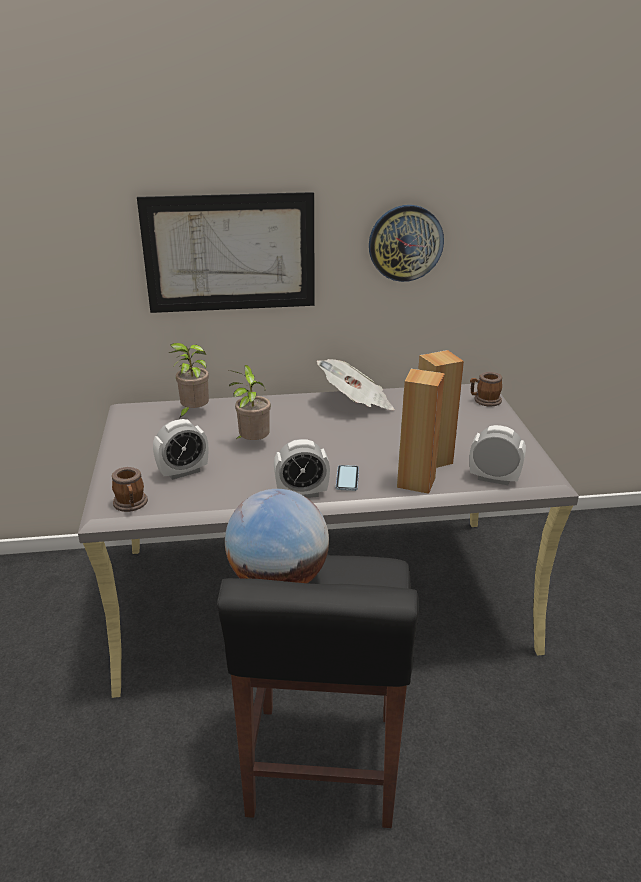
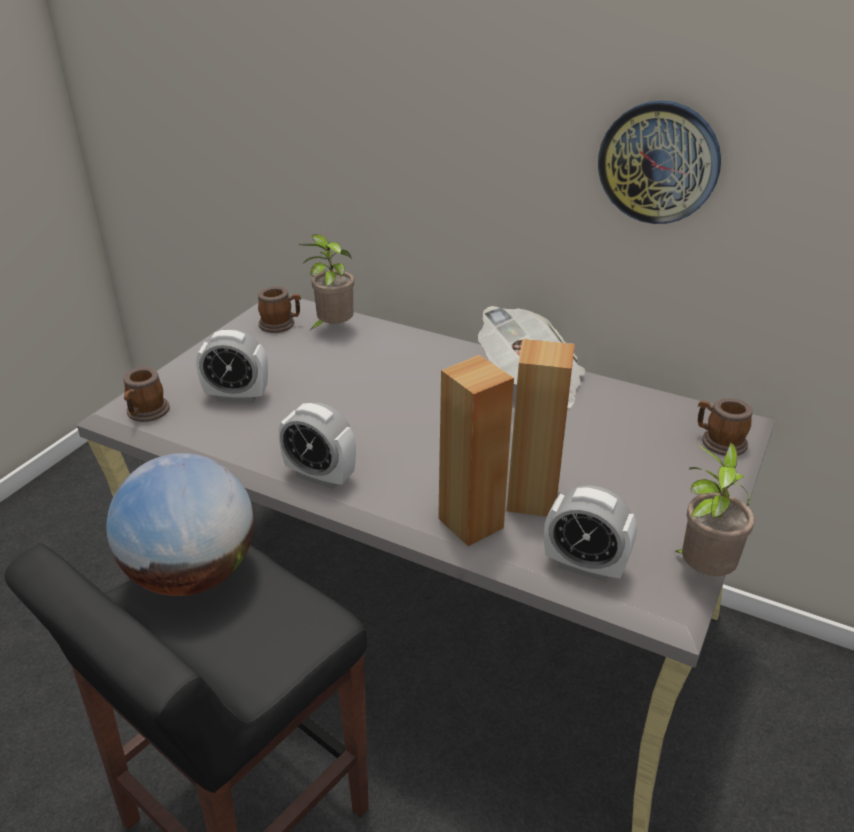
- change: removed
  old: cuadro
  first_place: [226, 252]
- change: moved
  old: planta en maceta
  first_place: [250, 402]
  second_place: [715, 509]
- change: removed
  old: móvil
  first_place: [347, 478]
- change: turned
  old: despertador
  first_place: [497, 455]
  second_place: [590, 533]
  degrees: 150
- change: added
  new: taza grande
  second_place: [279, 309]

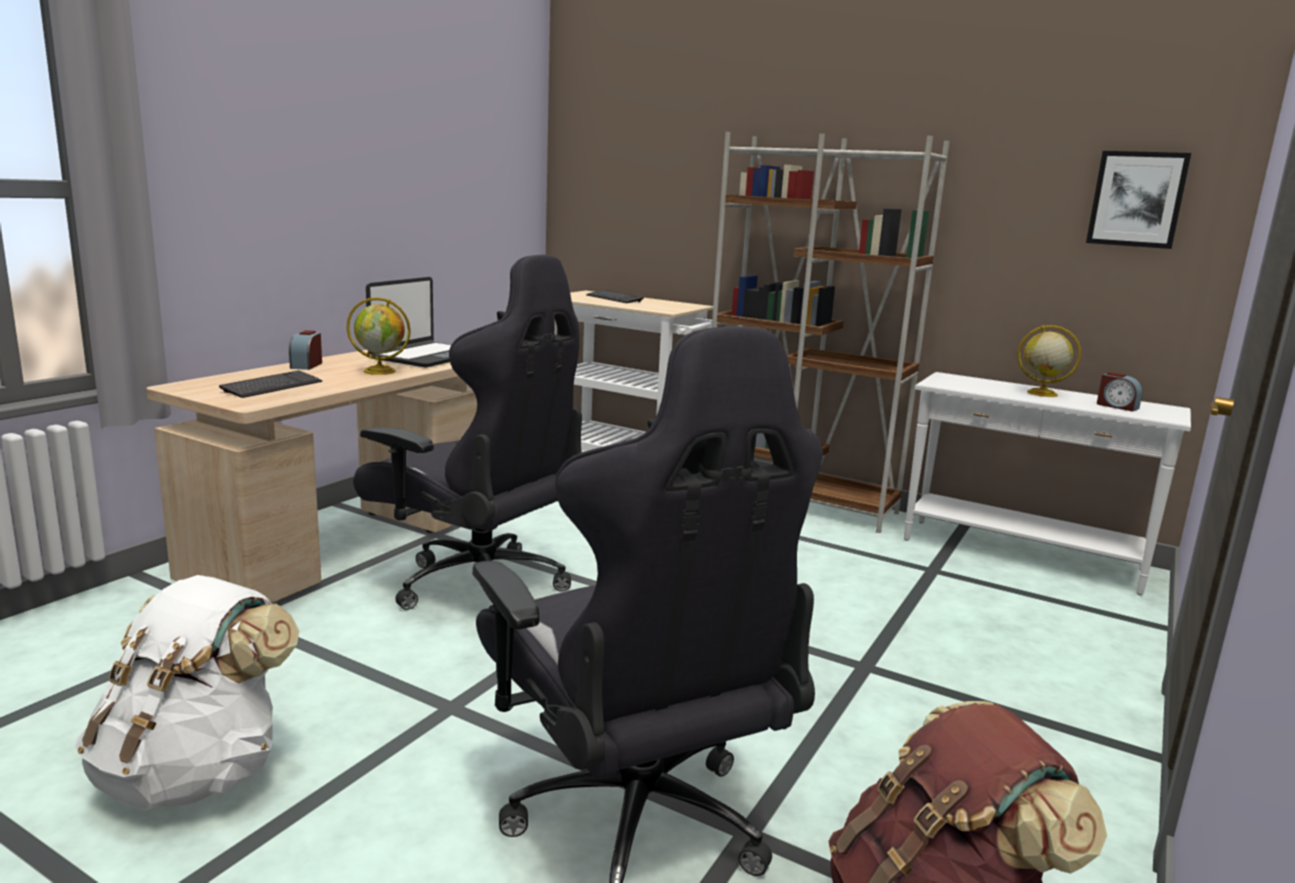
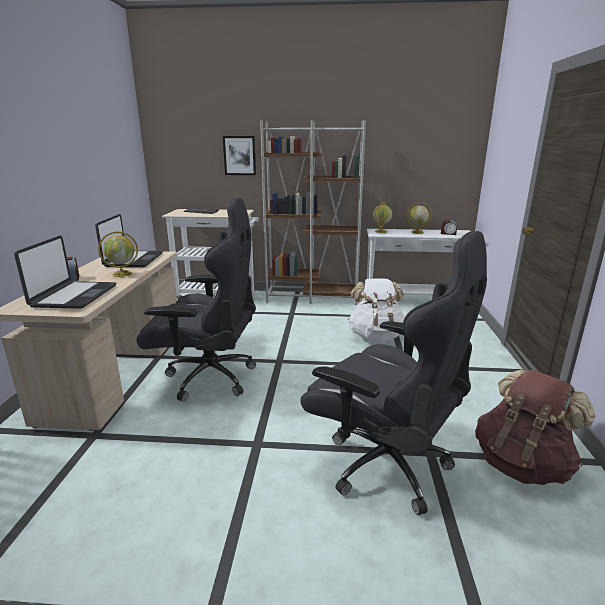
- change: moved
  old: mochila/blanco
  first_place: [187, 693]
  second_place: [376, 310]
- change: replaced
  old: teclado
  new: portátil
  first_place: [270, 384]
  second_place: [65, 272]
- change: moved
  old: cuadro
  first_place: [1138, 200]
  second_place: [239, 155]
- change: added
  new: globo terráqueo
  second_place: [382, 217]

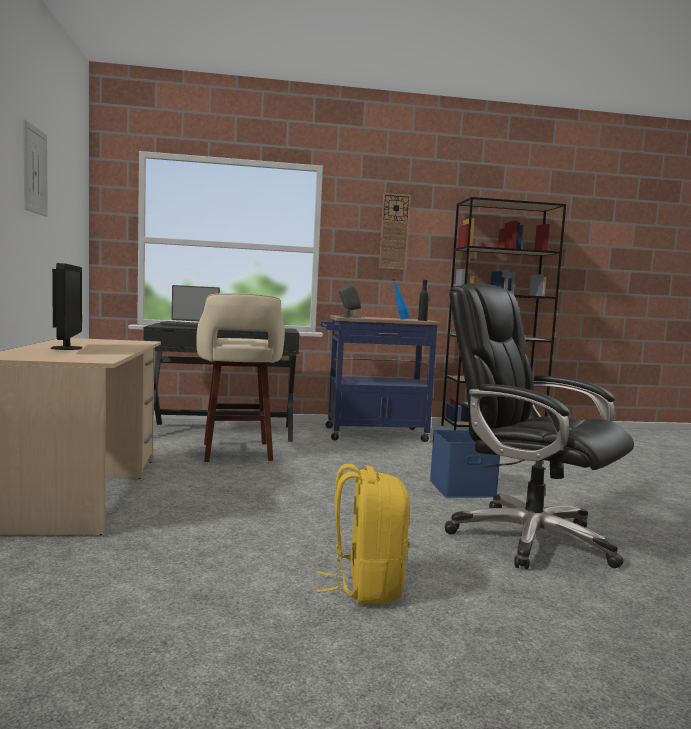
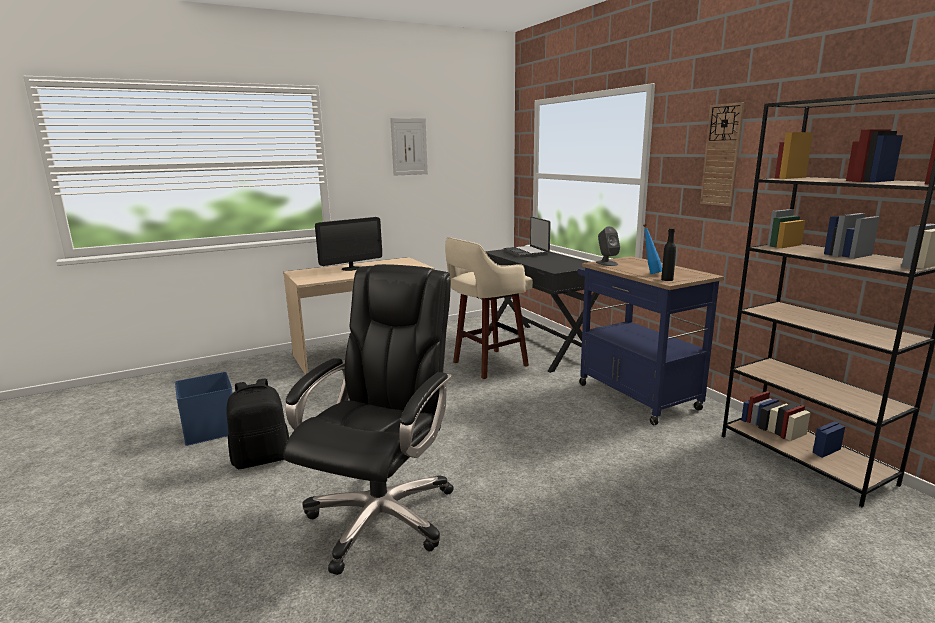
- change: recoloured
  old: mochila/amarillo
  new: mochila/negro
  first_place: [363, 534]
  second_place: [258, 424]
- change: moved
  old: caja de almacenaje/azul
  first_place: [465, 463]
  second_place: [204, 409]

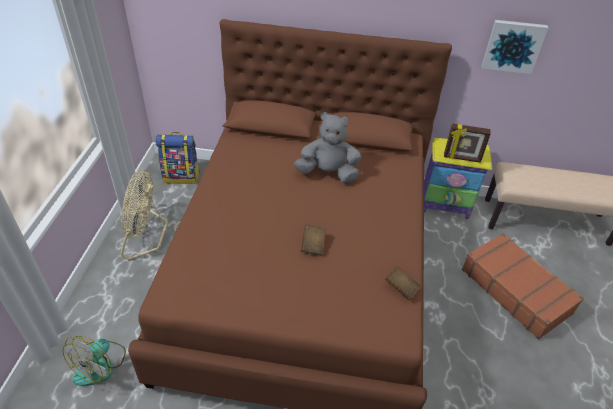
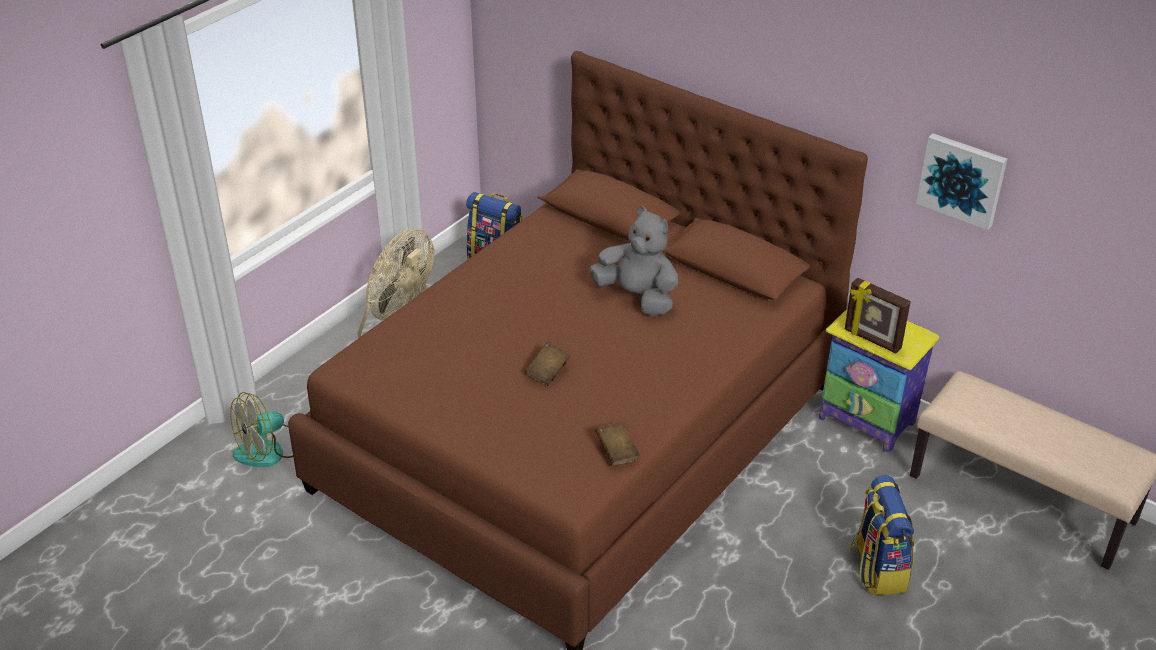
- change: replaced
  old: maleta/marrón
  new: mochila
  first_place: [523, 286]
  second_place: [881, 535]

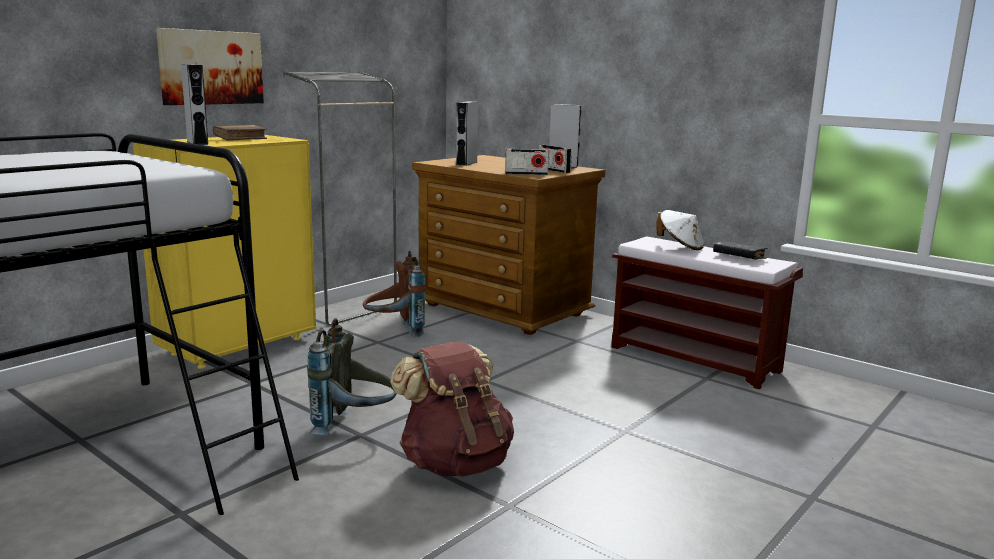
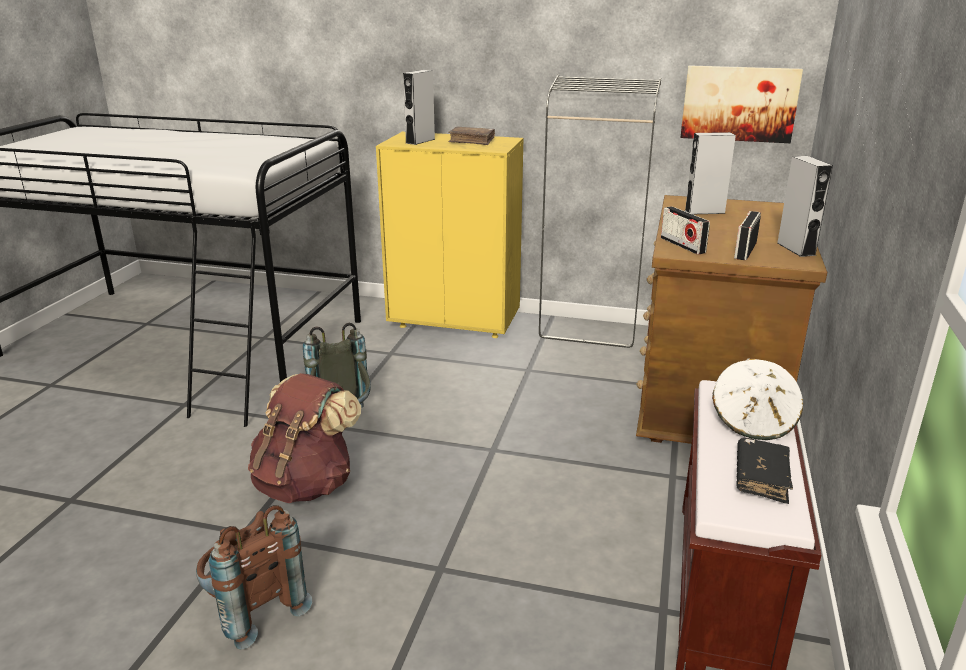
- change: moved
  old: cuadro
  first_place: [210, 66]
  second_place: [741, 104]
- change: moved
  old: mochila/marrón
  first_place: [394, 294]
  second_place: [254, 577]

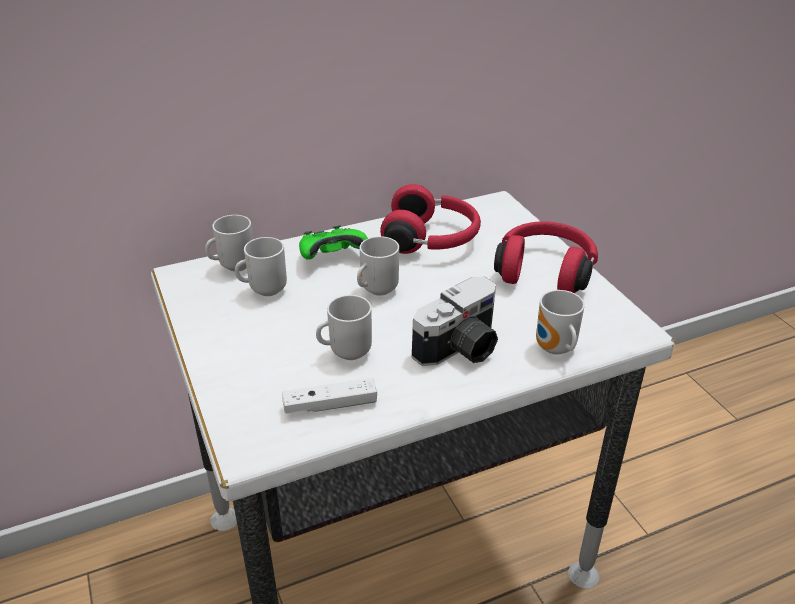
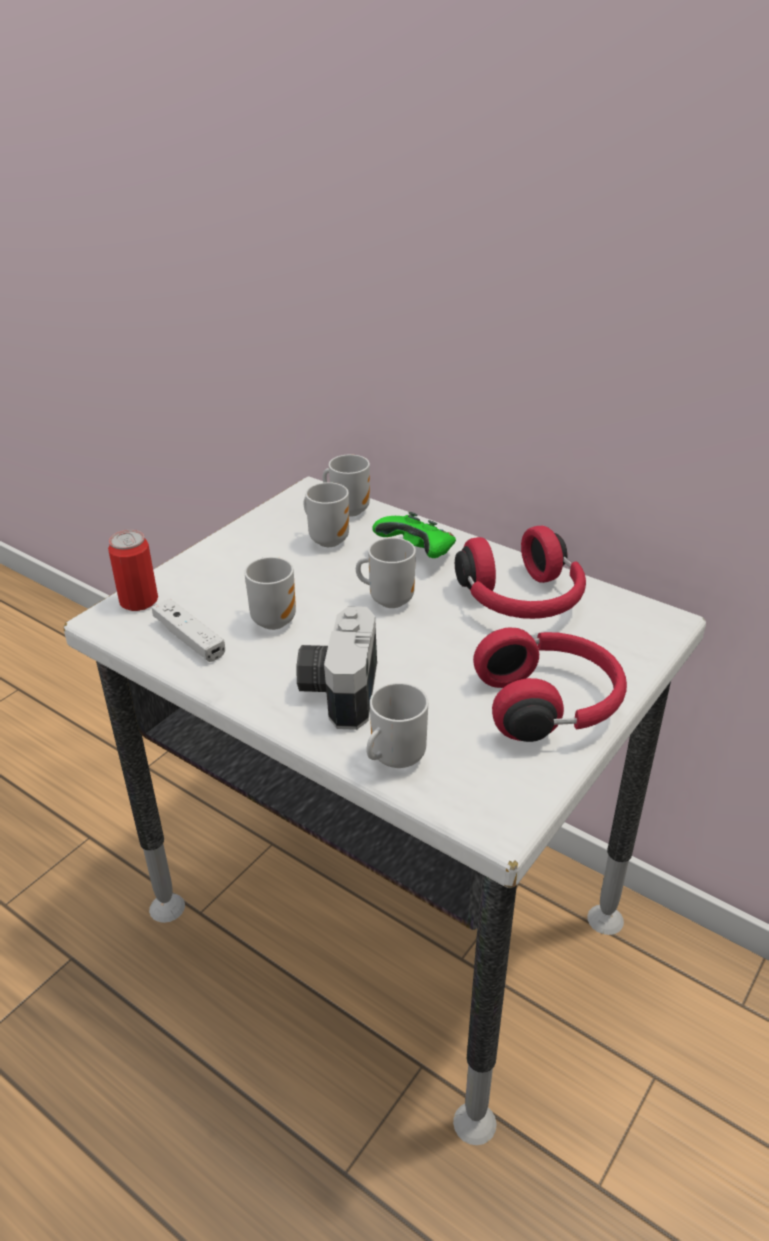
- change: turned
  old: cámara
  first_place: [455, 321]
  second_place: [336, 668]
  degrees: 75
- change: added
  new: lata
  second_place: [133, 570]

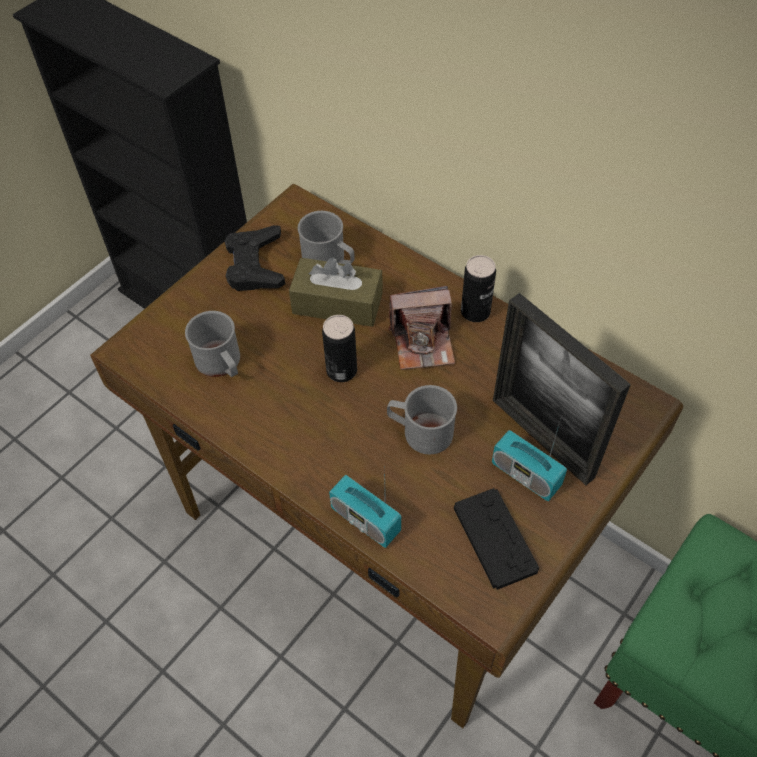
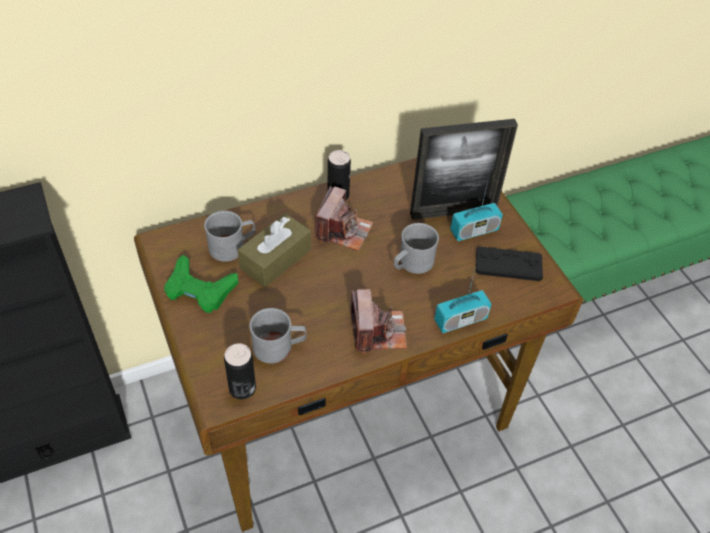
- change: recoloured
  old: mando de consola/negro
  new: mando de consola/verde
  first_place: [255, 258]
  second_place: [201, 284]
- change: moved
  old: lata
  first_place: [339, 348]
  second_place: [240, 371]
- change: added
  new: cámara
  second_place: [379, 321]

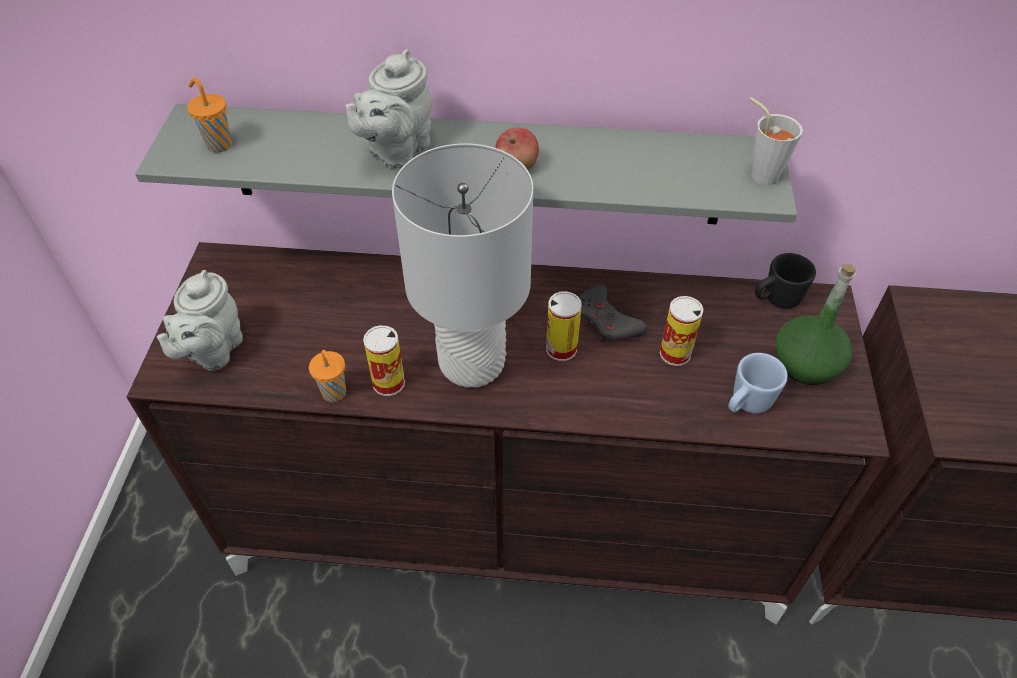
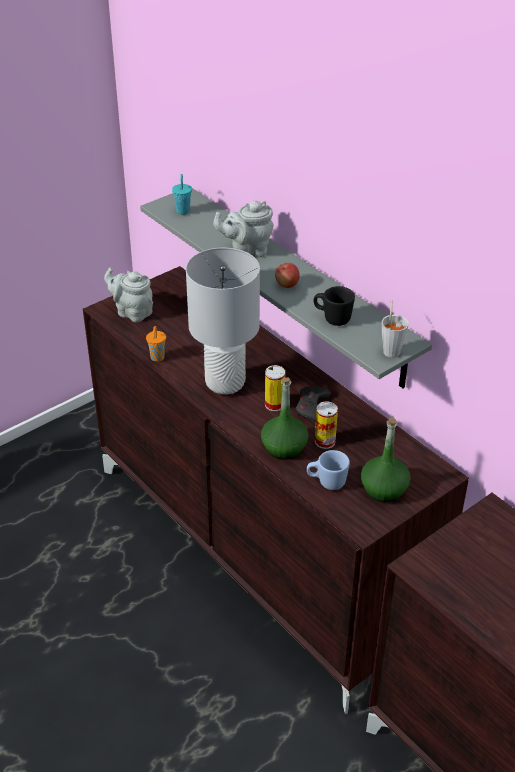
- change: turned
  old: tetera/gris
  first_place: [200, 320]
  second_place: [128, 294]
  degrees: 60
- change: recoloured
  old: taza/naranja
  new: taza/turquesa
  first_place: [209, 115]
  second_place: [182, 194]
- change: removed
  old: lata
  first_place: [384, 360]
- change: moved
  old: taza grande/negro
  first_place: [785, 281]
  second_place: [334, 306]
- change: added
  new: botella/verde
  second_place: [284, 418]

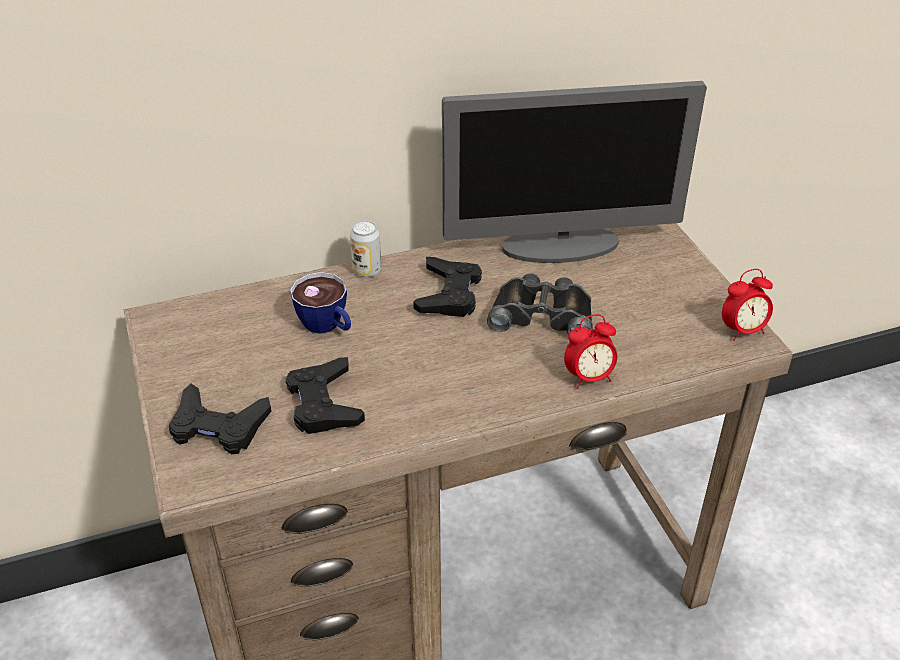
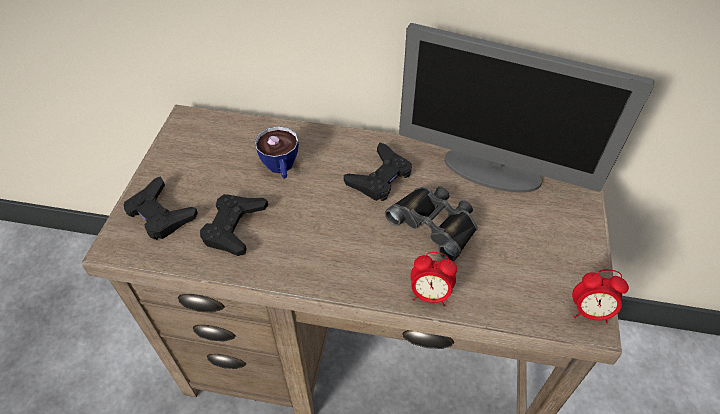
- change: removed
  old: lata
  first_place: [365, 249]

